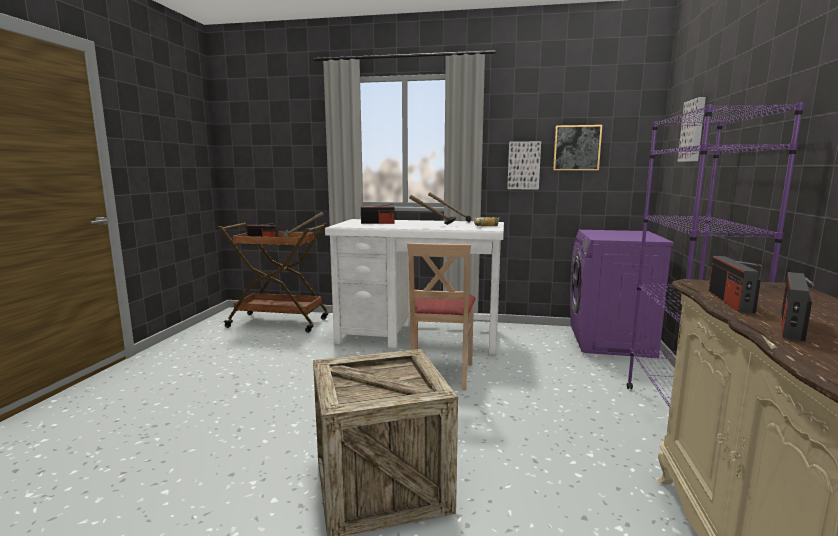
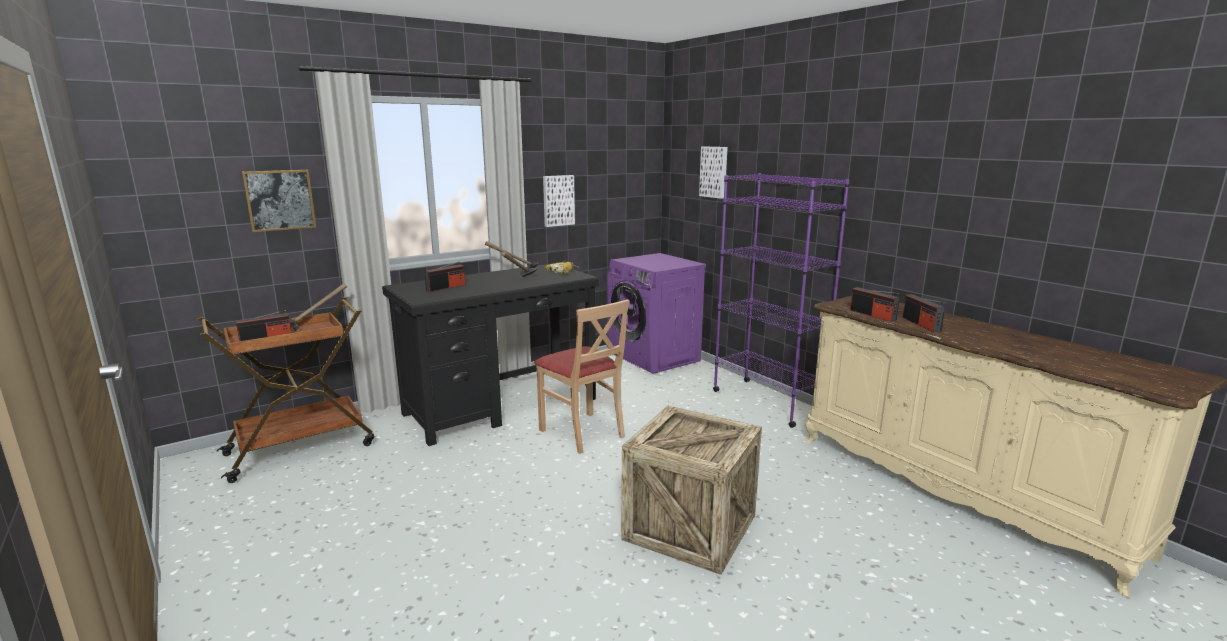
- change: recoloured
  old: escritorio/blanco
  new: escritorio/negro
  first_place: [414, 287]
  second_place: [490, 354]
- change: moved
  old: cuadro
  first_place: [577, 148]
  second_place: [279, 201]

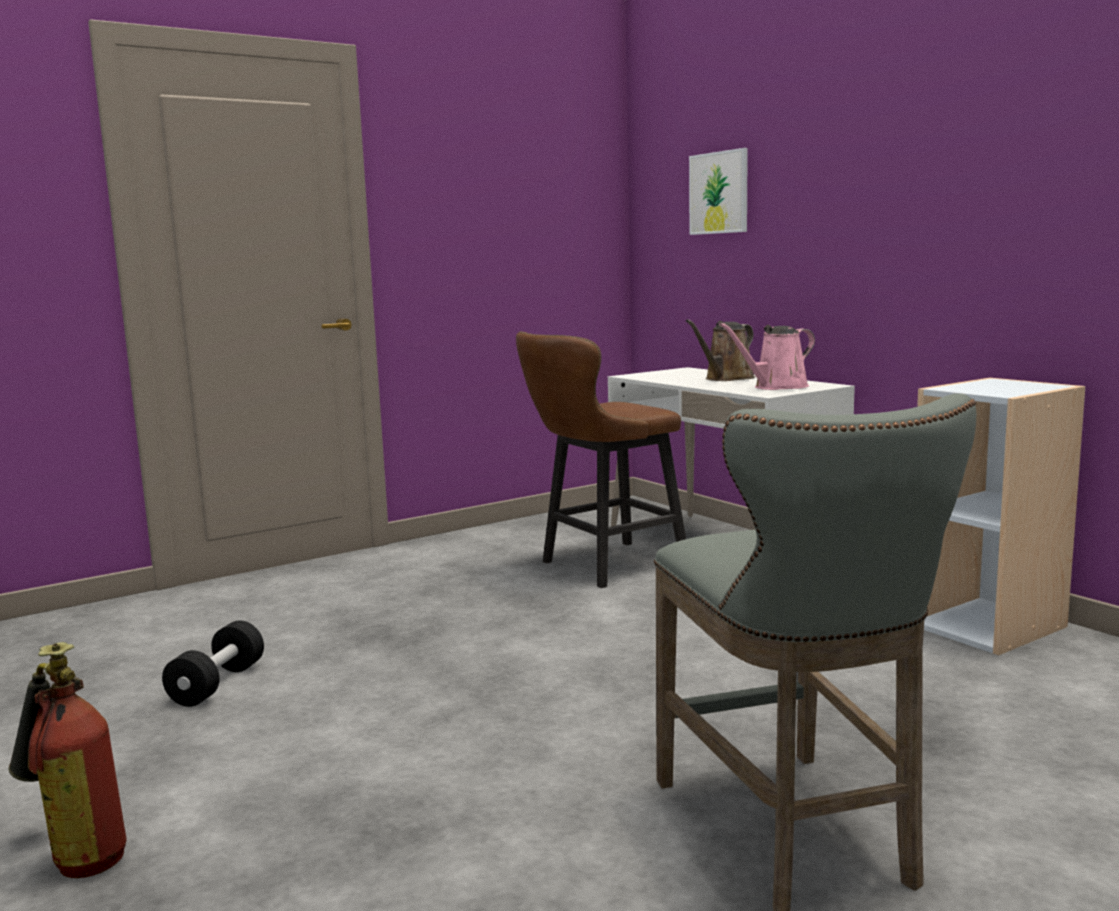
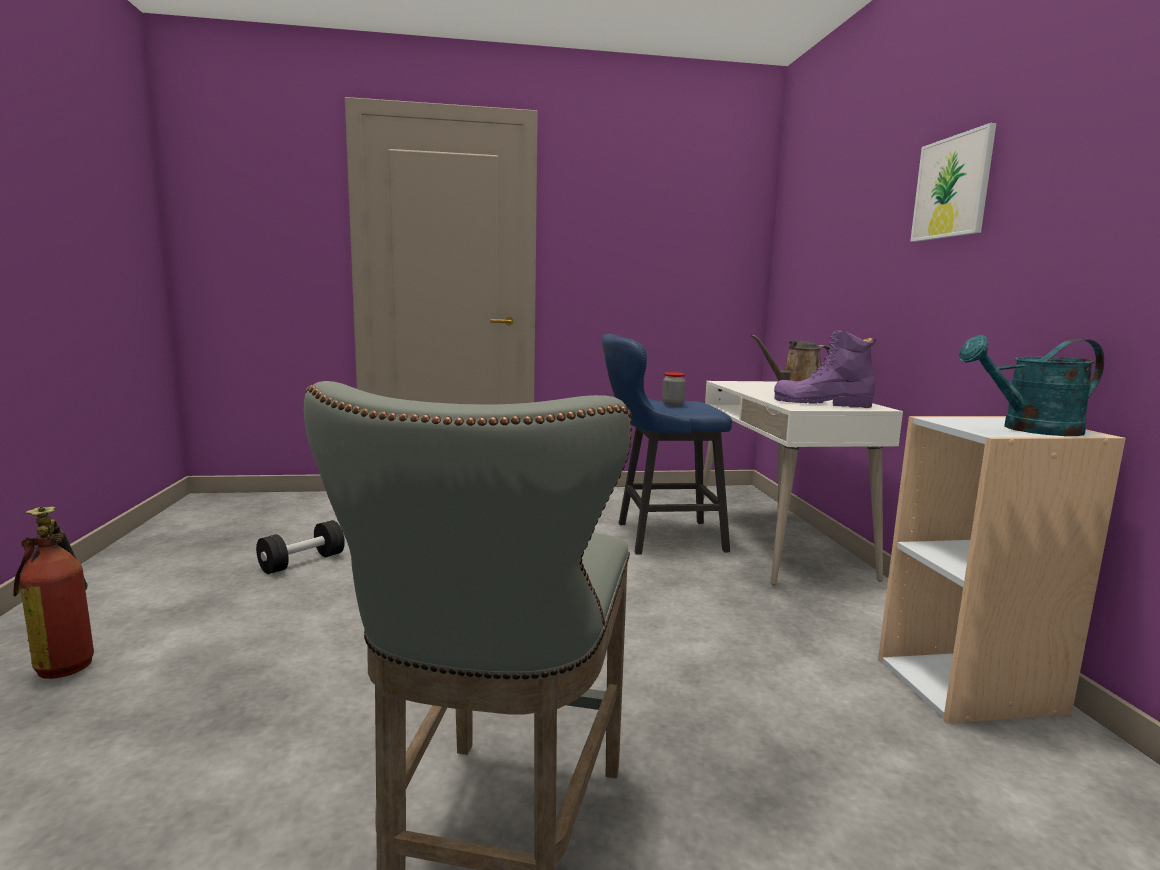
- change: recoloured
  old: taburete/marrón
  new: taburete/azul
  first_place: [601, 459]
  second_place: [667, 443]
- change: moved
  old: cuadro
  first_place: [718, 191]
  second_place: [953, 182]
- change: replaced
  old: regadera/rosa
  new: bota/morado
  first_place: [767, 356]
  second_place: [825, 369]
- change: added
  new: tarro
  second_place: [674, 389]
- change: added
  new: regadera/turquesa
  second_place: [1031, 385]

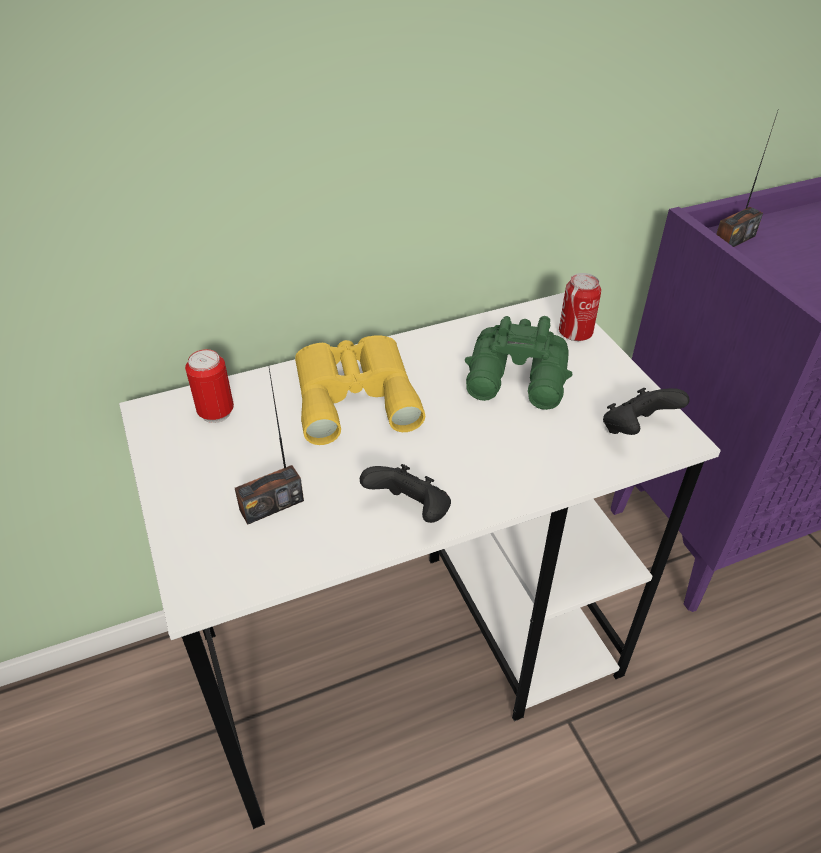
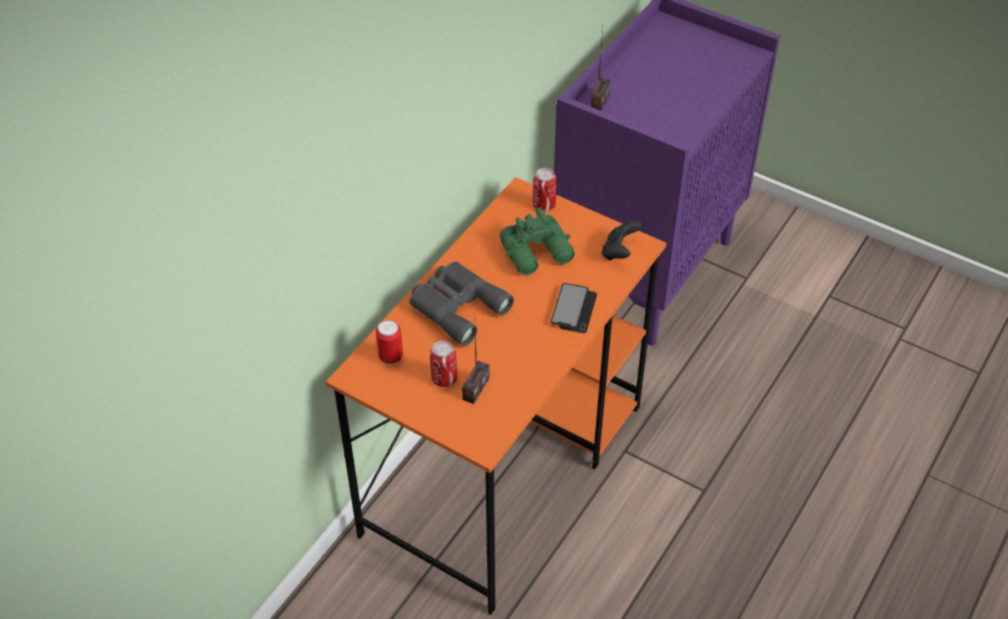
- change: recoloured
  old: escritorio/blanco
  new: escritorio/naranja
  first_place: [420, 560]
  second_place: [496, 396]
- change: recoloured
  old: prismáticos/amarillo
  new: prismáticos/gris
  first_place: [360, 390]
  second_place: [461, 304]
- change: removed
  old: mando de consola/negro
  first_place: [405, 493]
- change: added
  new: lata
  second_place: [443, 363]
- change: added
  new: móvil
  second_place: [573, 308]

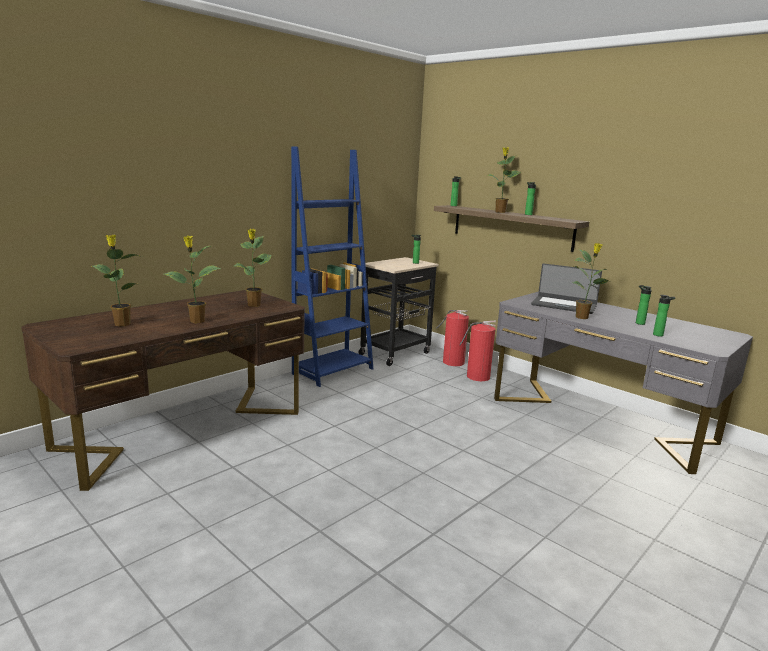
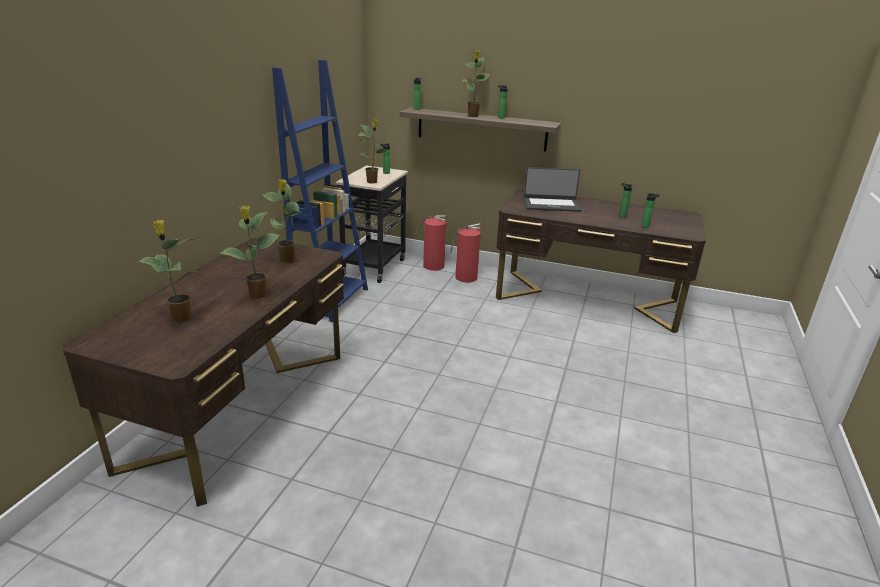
- change: recoloured
  old: escritorio/gris
  new: escritorio/marrón
  first_place: [623, 382]
  second_place: [601, 261]
- change: moved
  old: planta en maceta
  first_place: [590, 281]
  second_place: [374, 151]

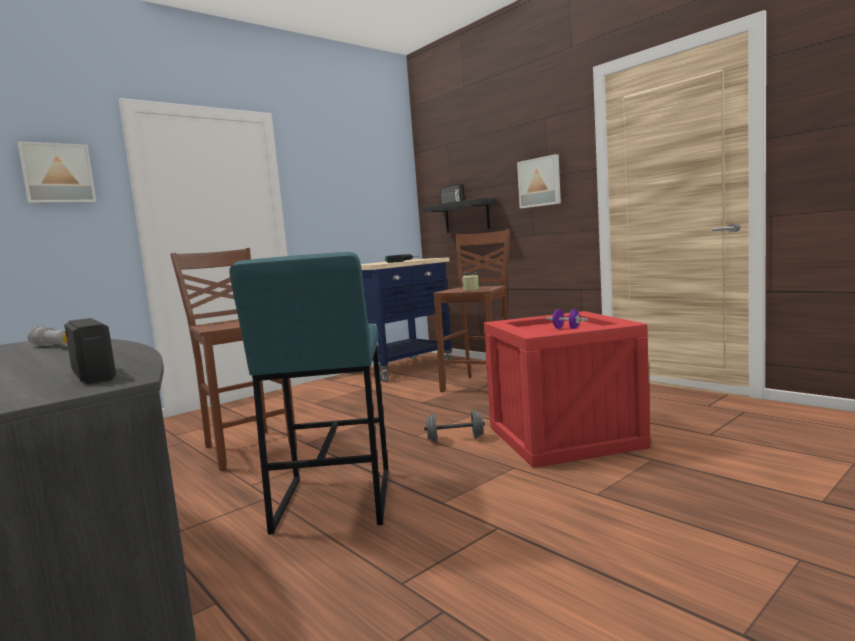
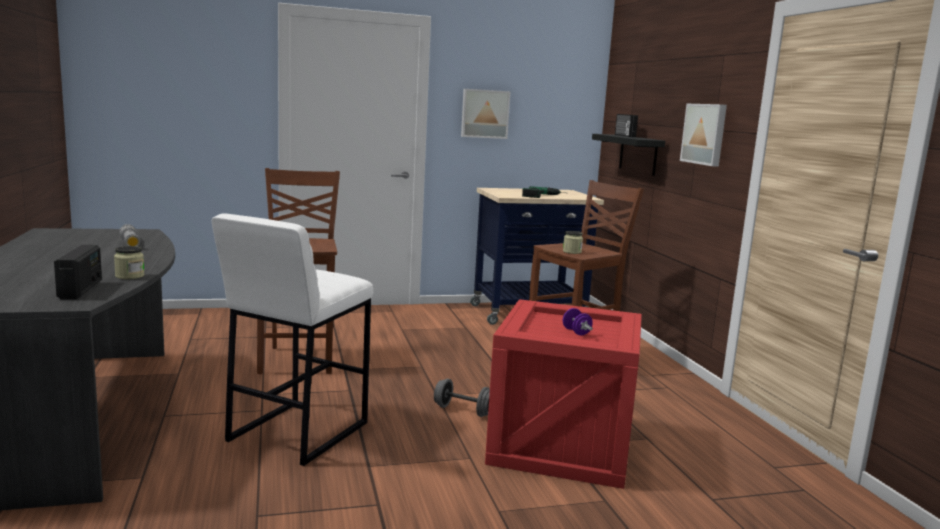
- change: moved
  old: cuadro
  first_place: [57, 172]
  second_place: [486, 114]
- change: recoloured
  old: taburete/turquesa
  new: taburete/blanco
  first_place: [309, 393]
  second_place: [292, 340]
- change: added
  new: tarro
  second_place: [129, 262]

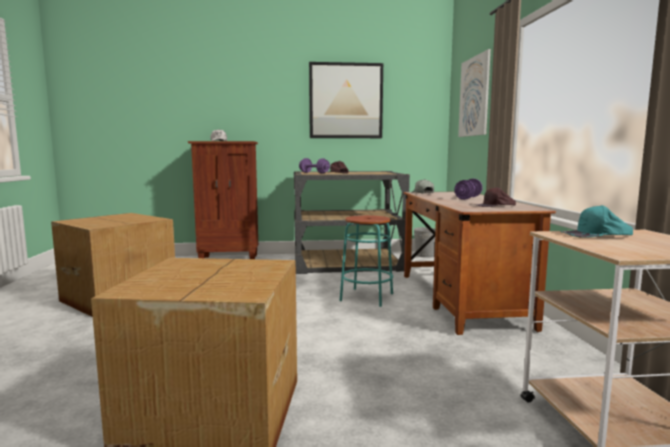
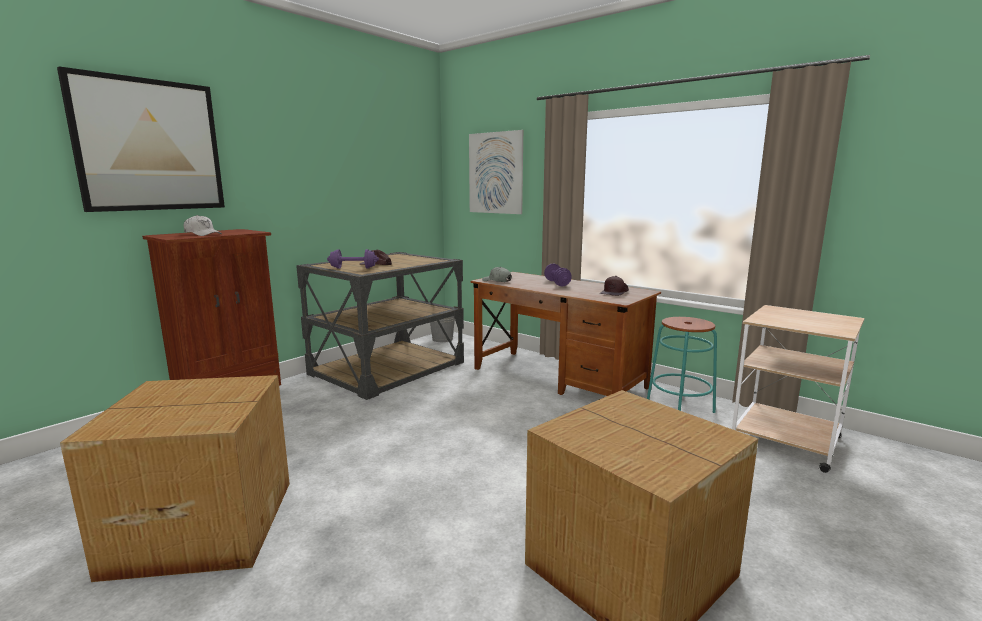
- change: moved
  old: cuadro
  first_place: [346, 100]
  second_place: [141, 139]
- change: moved
  old: taburete/turquesa
  first_place: [366, 261]
  second_place: [682, 365]
- change: removed
  old: gorra/turquesa
  first_place: [597, 221]

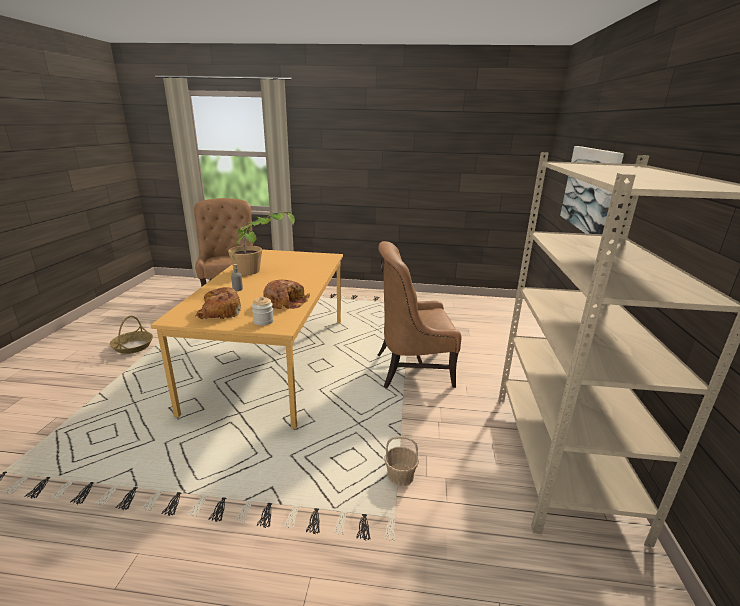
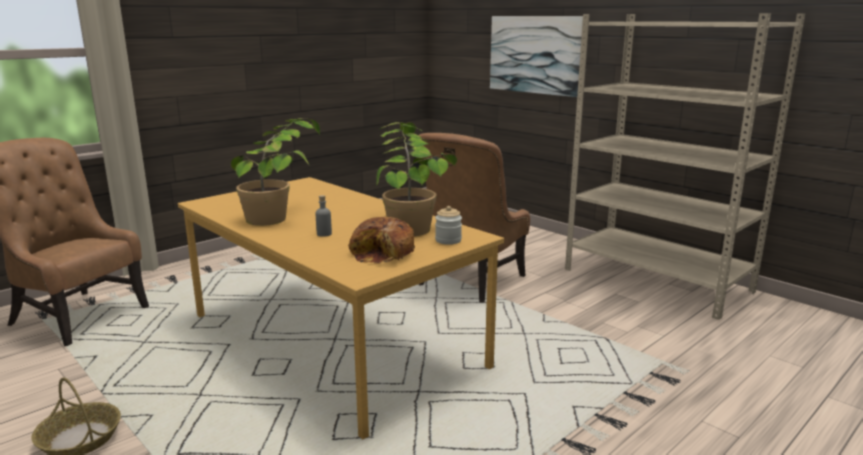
- change: replaced
  old: pan
  new: planta en maceta
  first_place: [287, 294]
  second_place: [416, 179]
- change: removed
  old: cesta
  first_place: [401, 461]

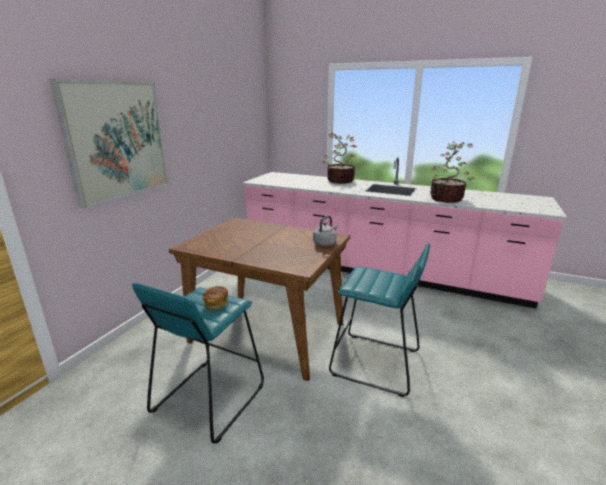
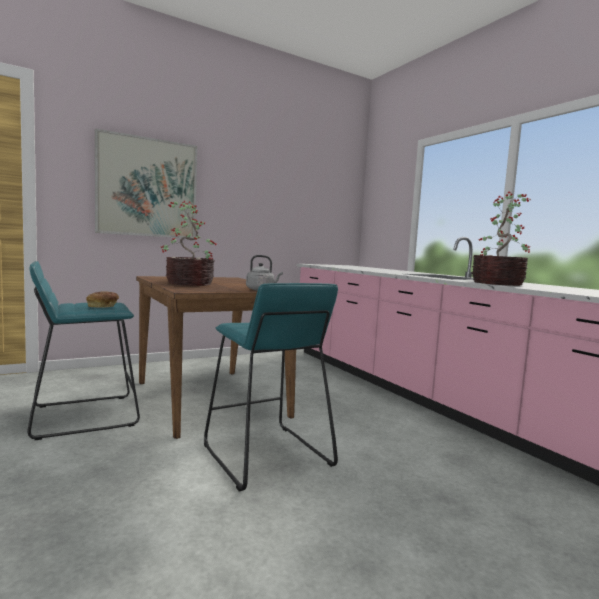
- change: moved
  old: planta en maceta
  first_place: [340, 158]
  second_place: [188, 243]

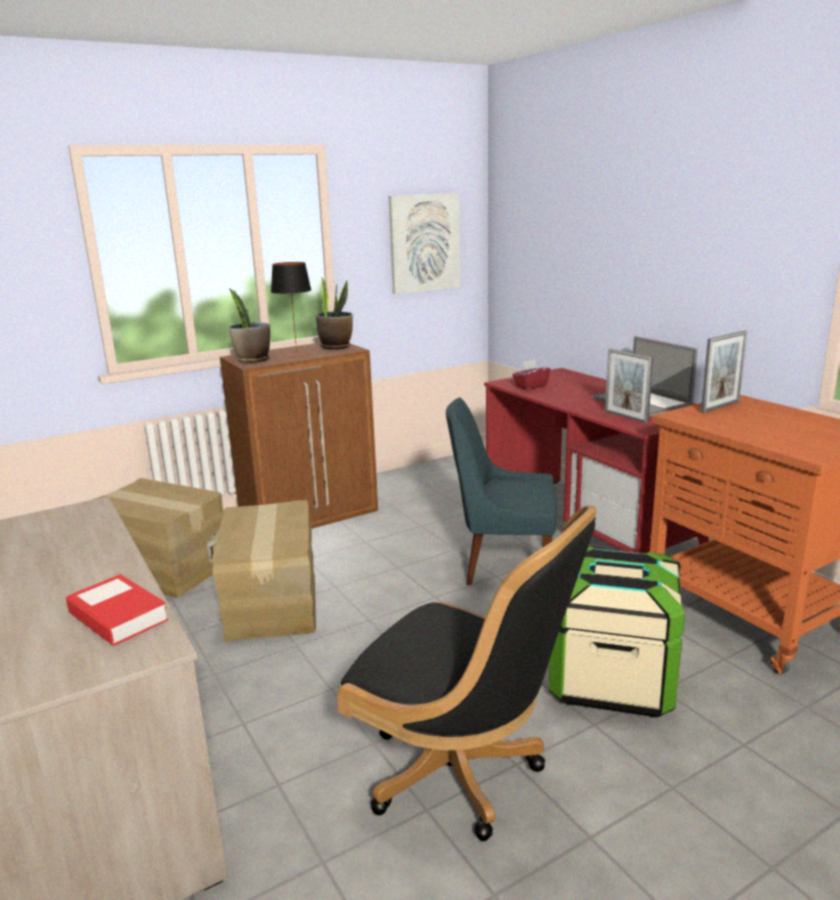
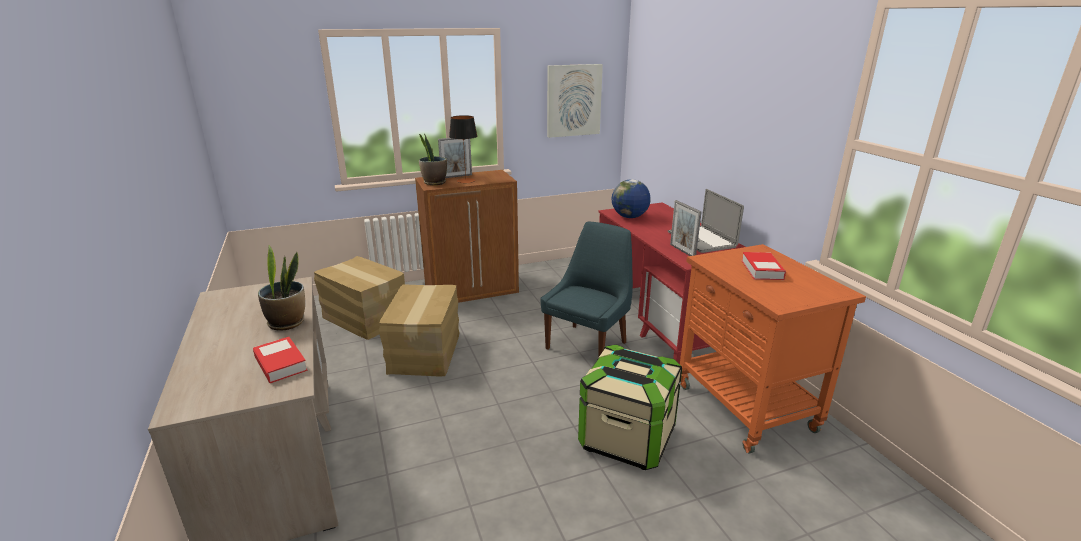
- change: moved
  old: planta en maceta
  first_place: [334, 314]
  second_place: [281, 288]
- change: removed
  old: silla de oficina/negro
  first_place: [466, 673]
- change: turned
  old: silla/azul
  first_place: [501, 491]
  second_place: [586, 290]
  degrees: 105
- change: replaced
  old: caja de pañuelos/rojo
  new: globo terráqueo
  first_place: [531, 374]
  second_place: [631, 198]
- change: moved
  old: portarretratos
  first_place: [724, 372]
  second_place: [455, 158]
- change: added
  new: libro
  second_place: [764, 266]

